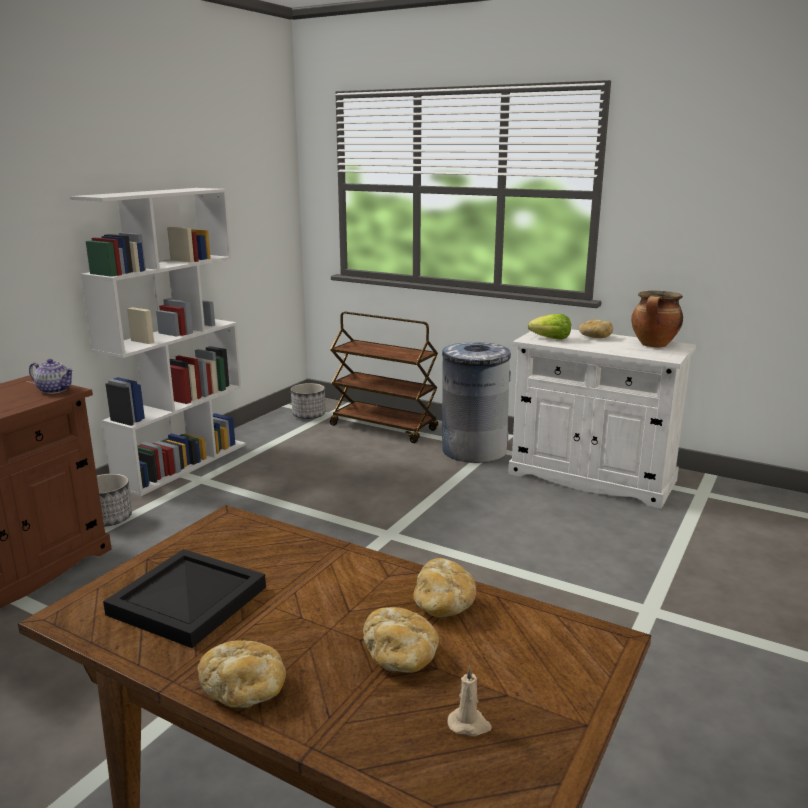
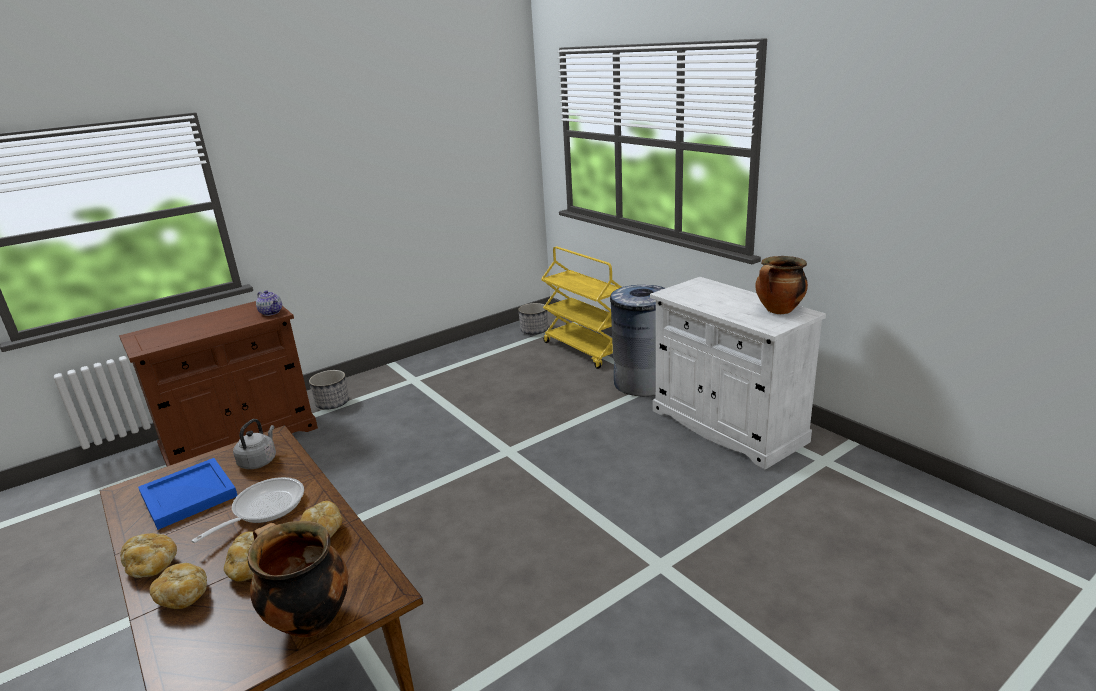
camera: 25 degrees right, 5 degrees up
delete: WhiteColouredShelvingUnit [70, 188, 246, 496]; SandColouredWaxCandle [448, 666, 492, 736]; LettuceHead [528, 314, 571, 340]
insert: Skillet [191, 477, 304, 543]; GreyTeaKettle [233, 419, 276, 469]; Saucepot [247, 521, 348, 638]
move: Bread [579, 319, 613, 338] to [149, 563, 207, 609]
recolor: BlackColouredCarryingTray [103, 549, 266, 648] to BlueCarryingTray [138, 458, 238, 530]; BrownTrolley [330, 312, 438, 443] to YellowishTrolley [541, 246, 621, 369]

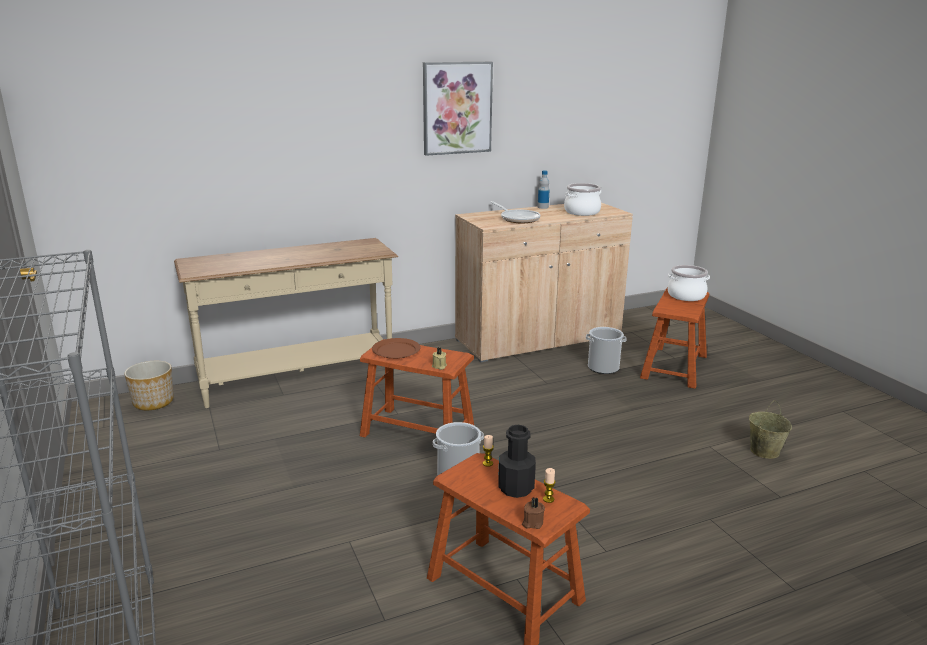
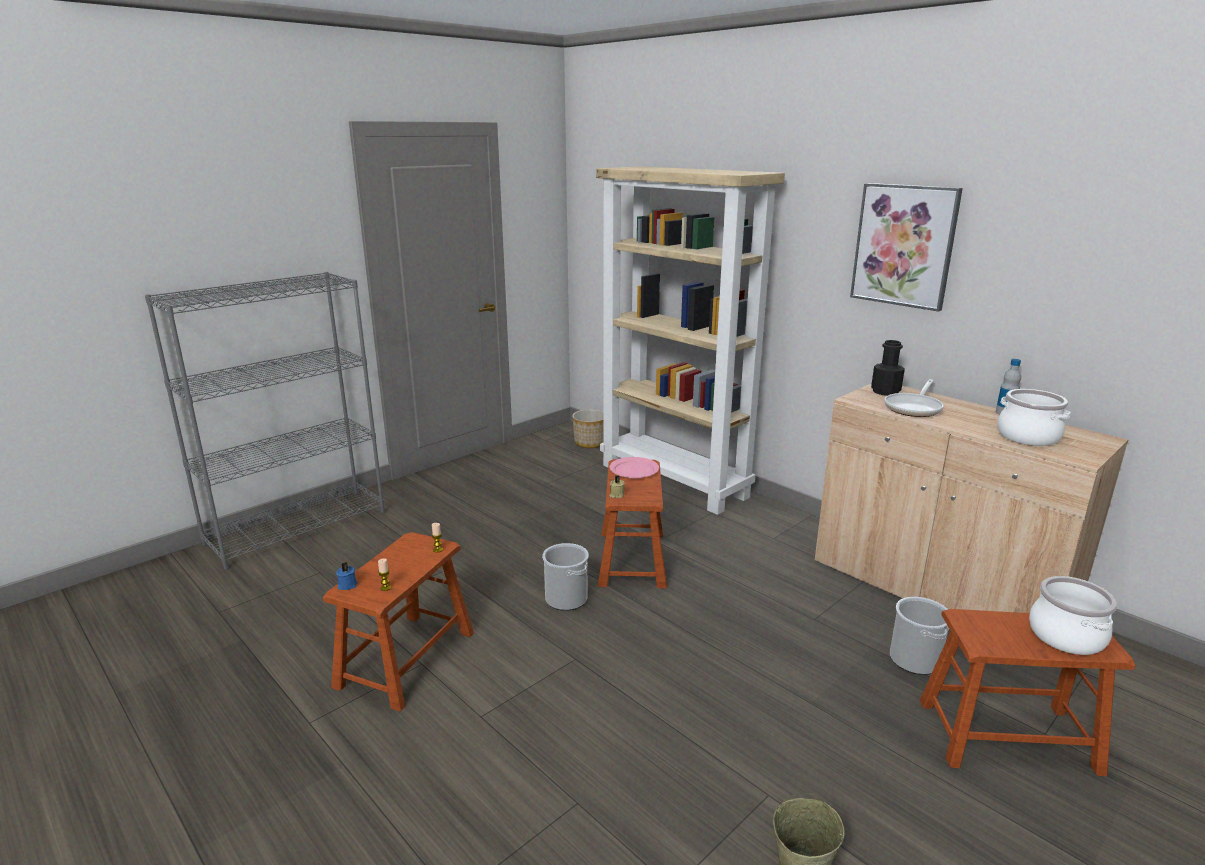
camera: 70 degrees right, 0 degrees up
move: BlackColouredBeverageBottle [498, 425, 536, 498] to [871, 340, 905, 396]
replace: SandColouredHallTable [174, 238, 398, 408] to SandColouredShelvingUnit [596, 166, 785, 515]
recolor: BrownWaxCandle [522, 497, 545, 529] to BlueWaxCandle [336, 562, 358, 590]; BrownDinnerPlate [372, 338, 421, 359] to PinkColouredDinnerPlate [609, 457, 659, 479]

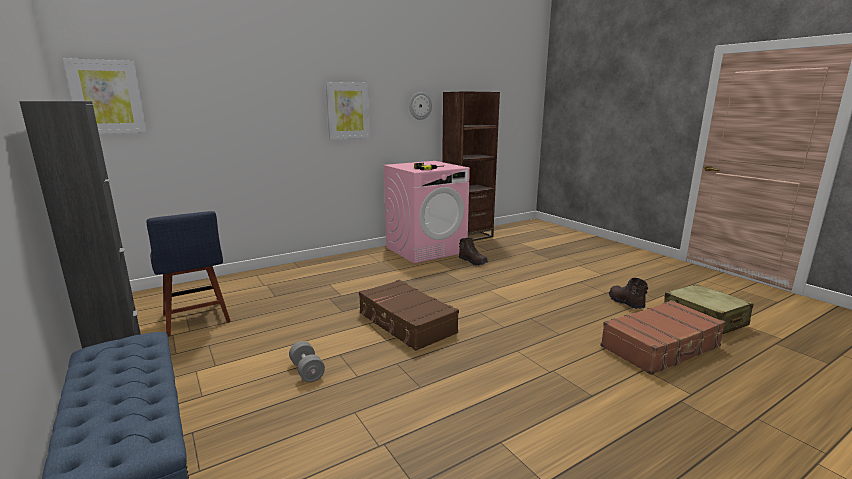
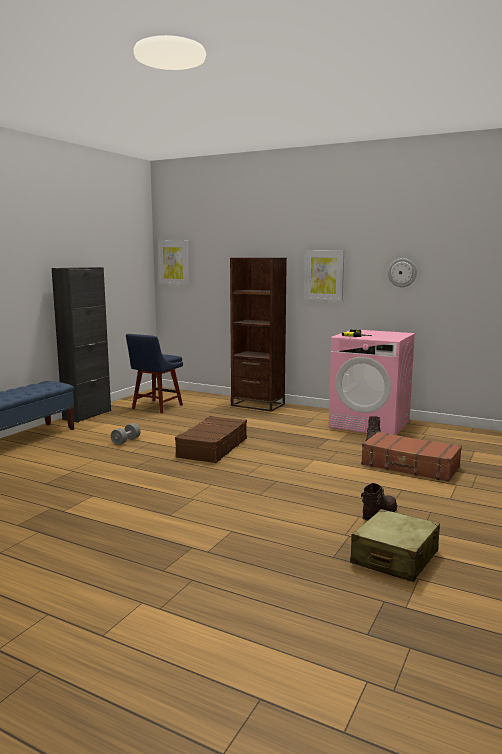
camera: 60 degrees right, 5 degrees down
move: BrownShelvingUnit [442, 91, 500, 241] to [230, 258, 287, 412]; BrownTravelCase [600, 300, 726, 375] to [361, 431, 462, 482]

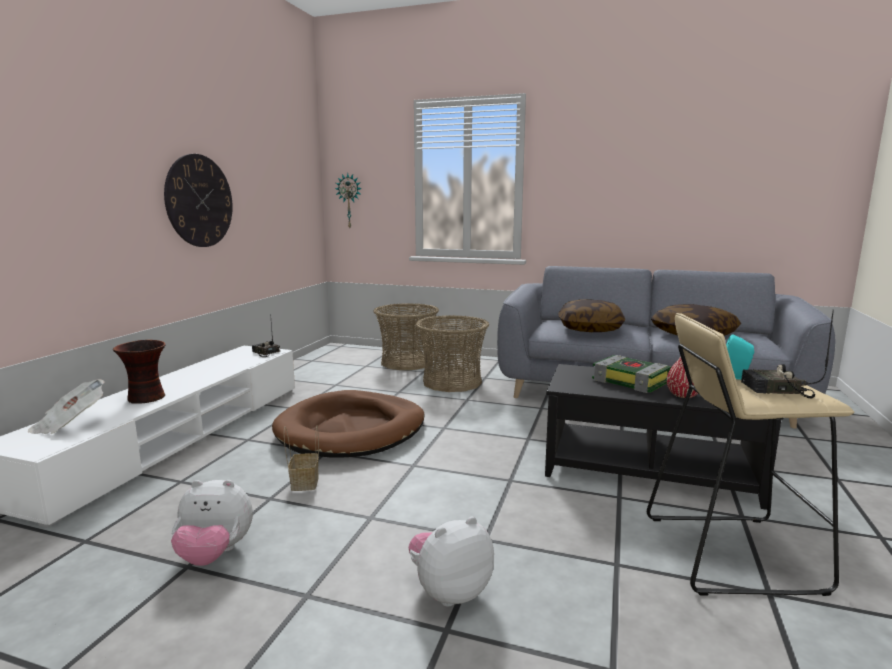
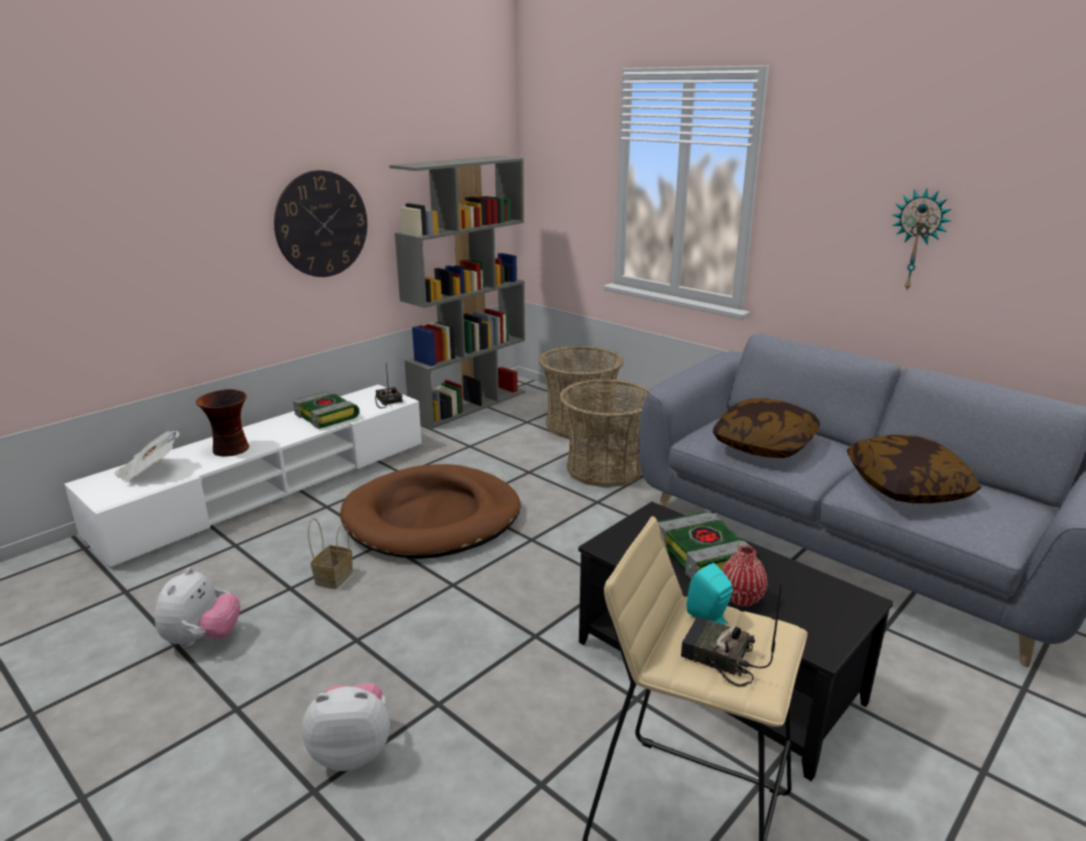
camera: 25 degrees right, 10 degrees up
insert: Book [293, 391, 360, 429]; GreyShelvingUnit [389, 156, 526, 429]
move: ClockOnTheWall [335, 173, 362, 228] to [892, 189, 952, 292]
rotate: PlushToy [171, 480, 253, 566] = [154, 567, 240, 647] 105 degrees counterclockwise

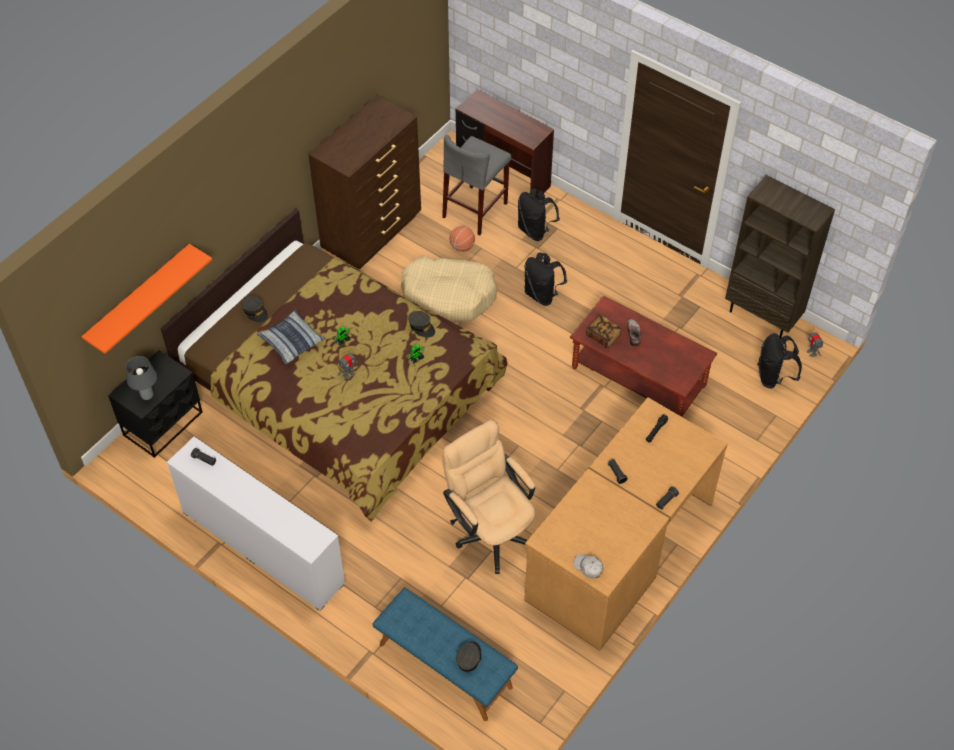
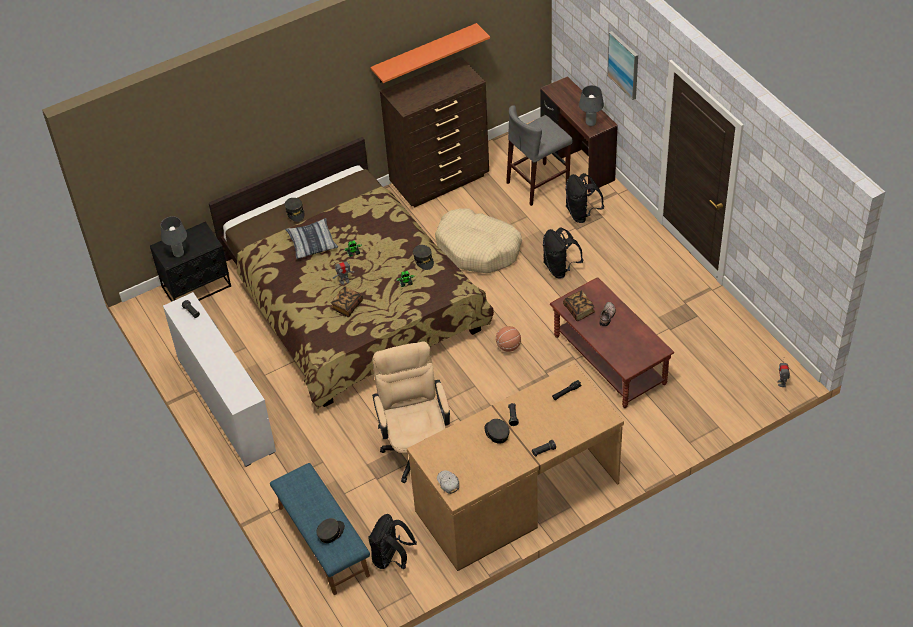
camera: 25 degrees right, 5 degrees down
delete: BrownShelvingUnit [725, 175, 835, 338]
insert: Book [331, 286, 363, 317]; GreyBaseballCap [485, 419, 510, 444]; GreyTabletopLamp [579, 85, 604, 126]; WallArt [607, 31, 638, 100]
move: BlackColouredKnapsack [757, 333, 802, 389] to [368, 514, 417, 569]; OrangeyWallShelf [81, 244, 212, 354] to [370, 23, 490, 83]; BallForBasketball [450, 226, 475, 252] to [496, 326, 521, 352]

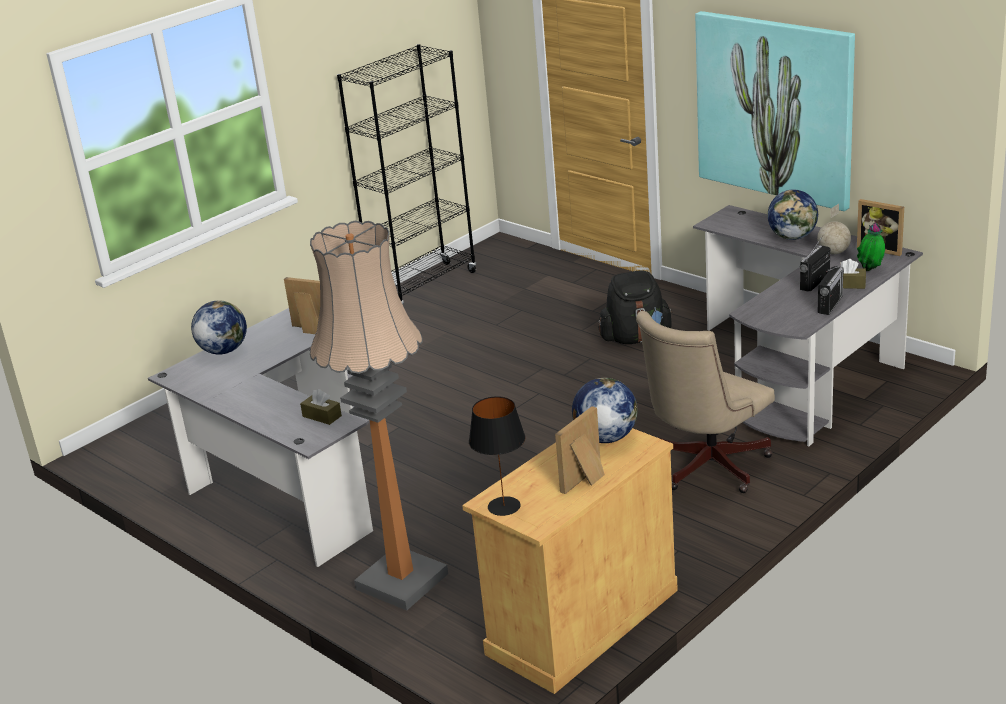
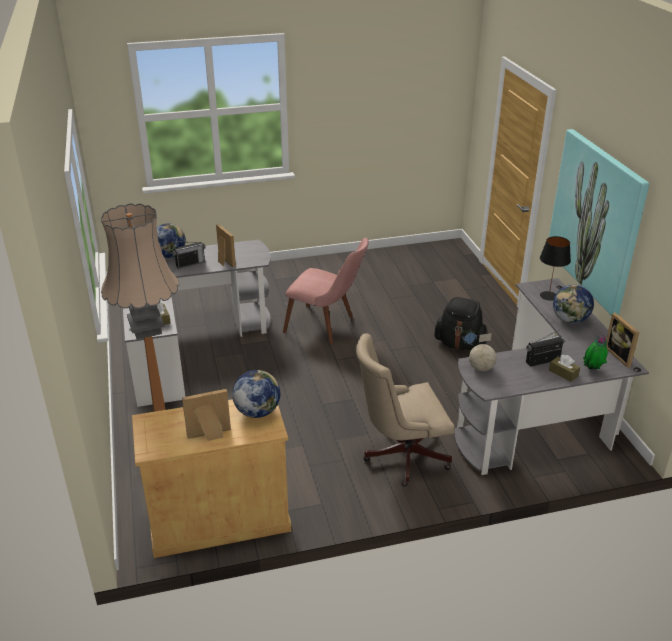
camera: 30 degrees right, 5 degrees up
delete: BlackColouredShelvingUnit [337, 44, 476, 304]
insert: PinkColouredUprightChair [283, 238, 369, 344]
move: Radio [818, 266, 844, 315] to [172, 241, 206, 269]; Globe [817, 204, 851, 254] to [469, 333, 497, 372]; BlackColouredTabletopLamp [469, 396, 525, 516] to [540, 236, 571, 301]

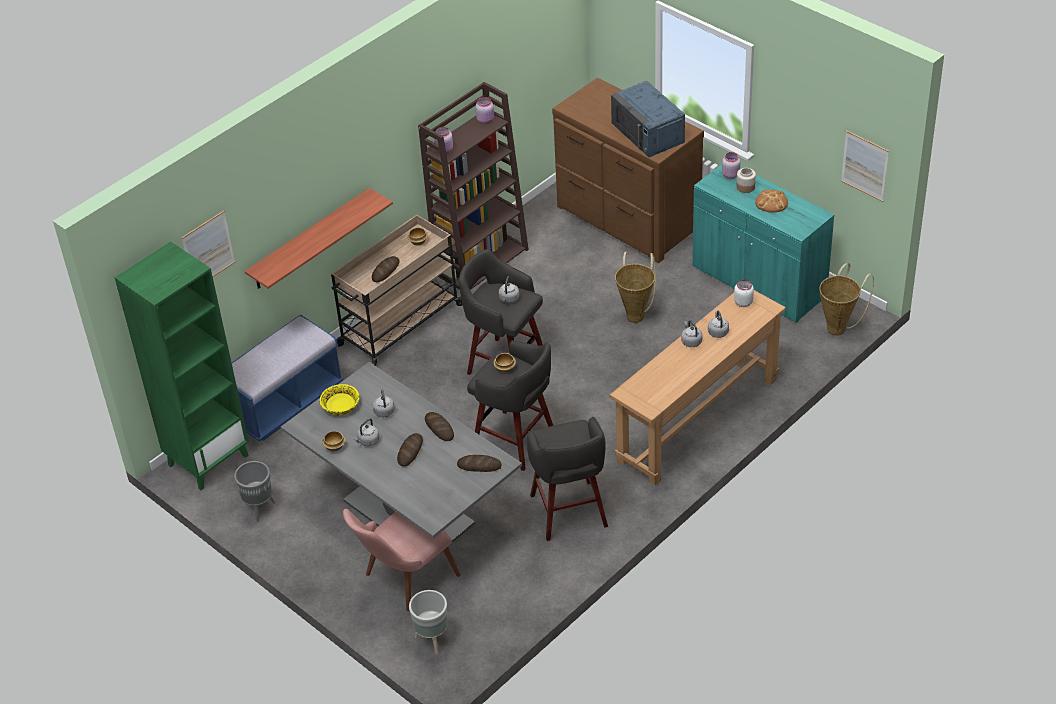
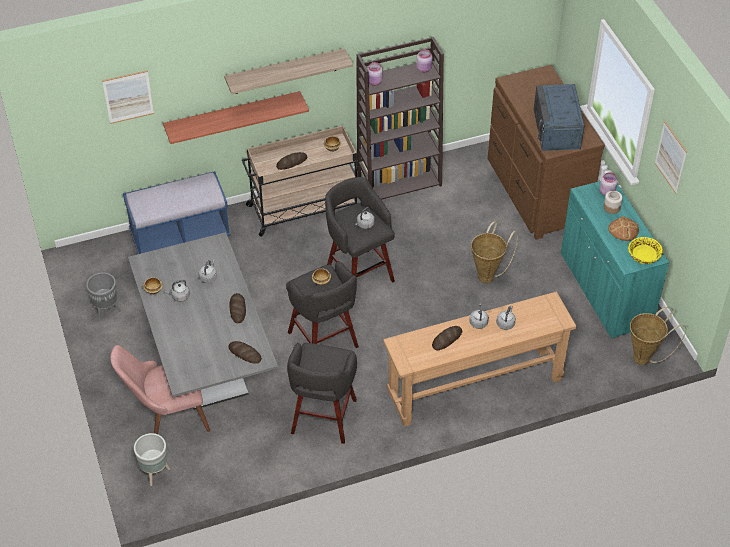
camera: 25 degrees right, 5 degrees up
delete: GreenColouredShelvingUnit [115, 242, 249, 490]; WhiteColouredPreserveJar [734, 279, 754, 307]
insert: WallShelf [224, 48, 353, 94]
move: Bread [397, 433, 423, 467] to [432, 326, 462, 350]; YellowishServingBowl [320, 384, 360, 416] to [628, 237, 663, 264]; WallArt [841, 130, 889, 202] to [655, 121, 687, 194]

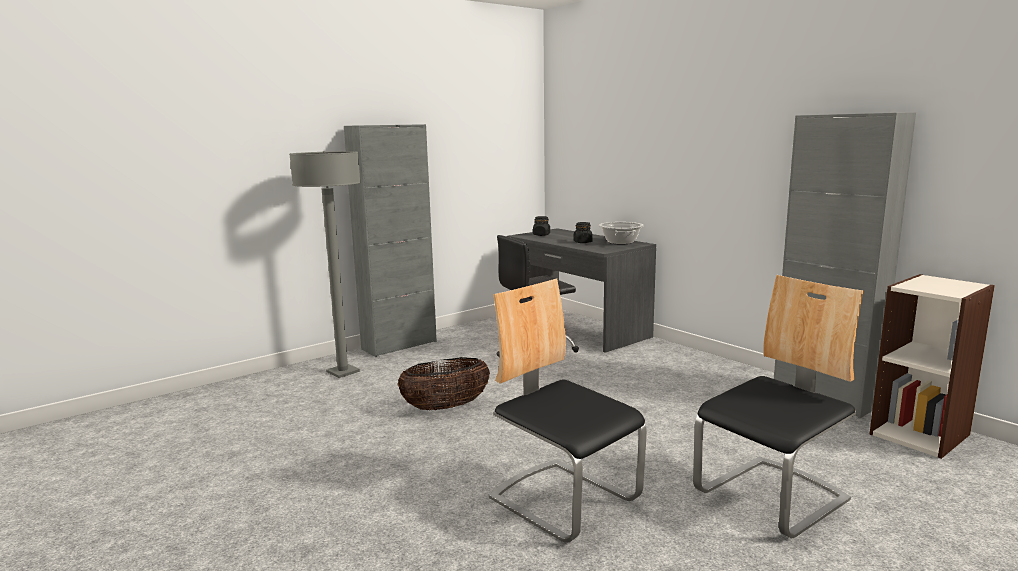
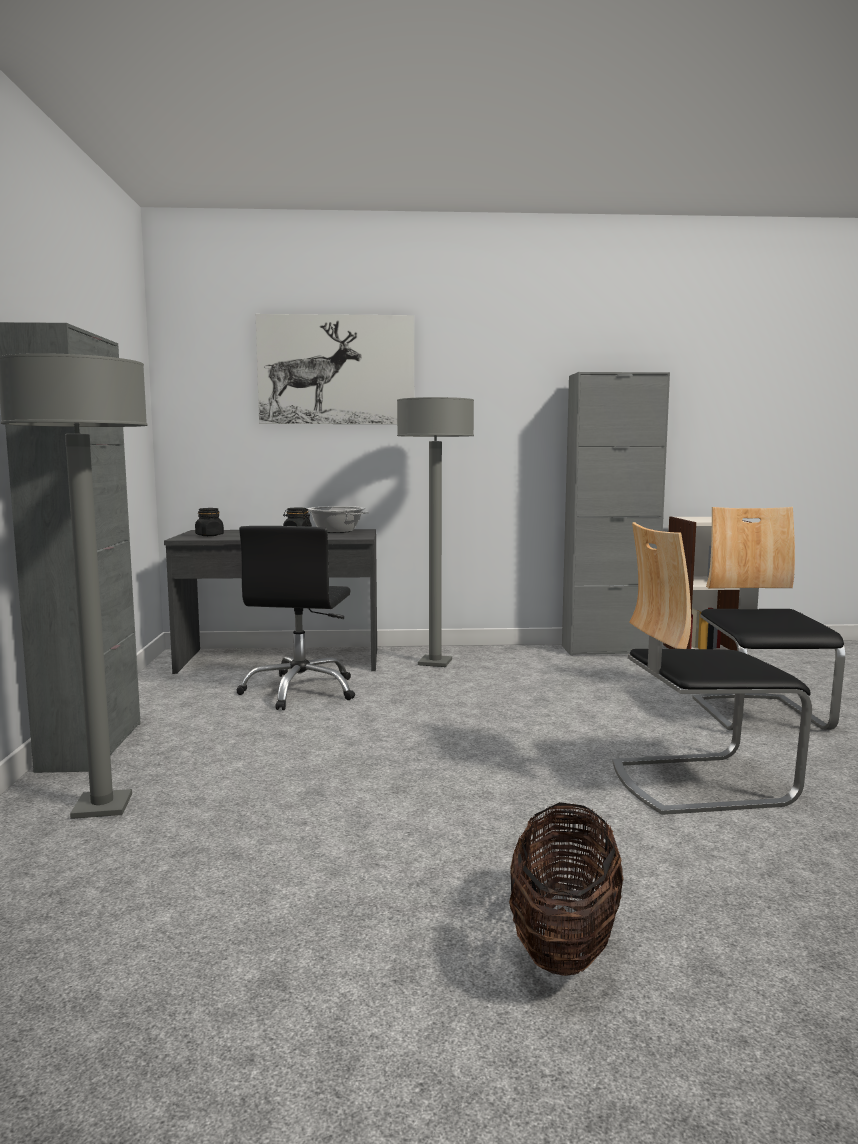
camera: 55 degrees left, 5 degrees down
insert: WallArt [256, 314, 414, 424]; GreyStandardLamp [397, 397, 474, 667]
move: Basket [397, 357, 490, 410] to [509, 802, 624, 976]

